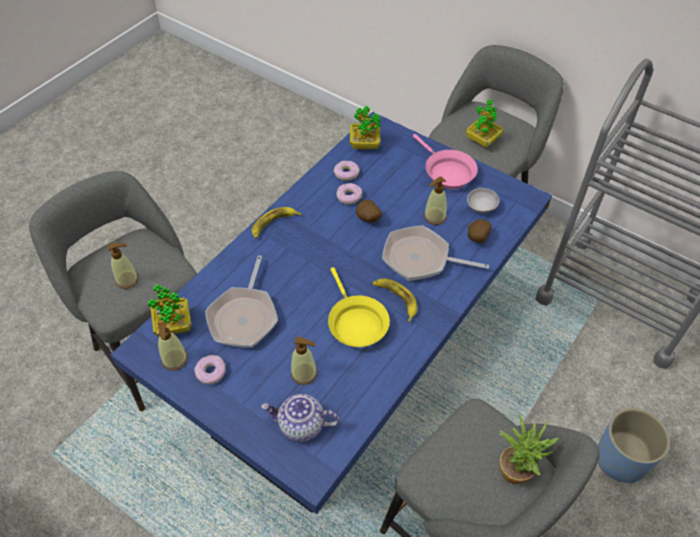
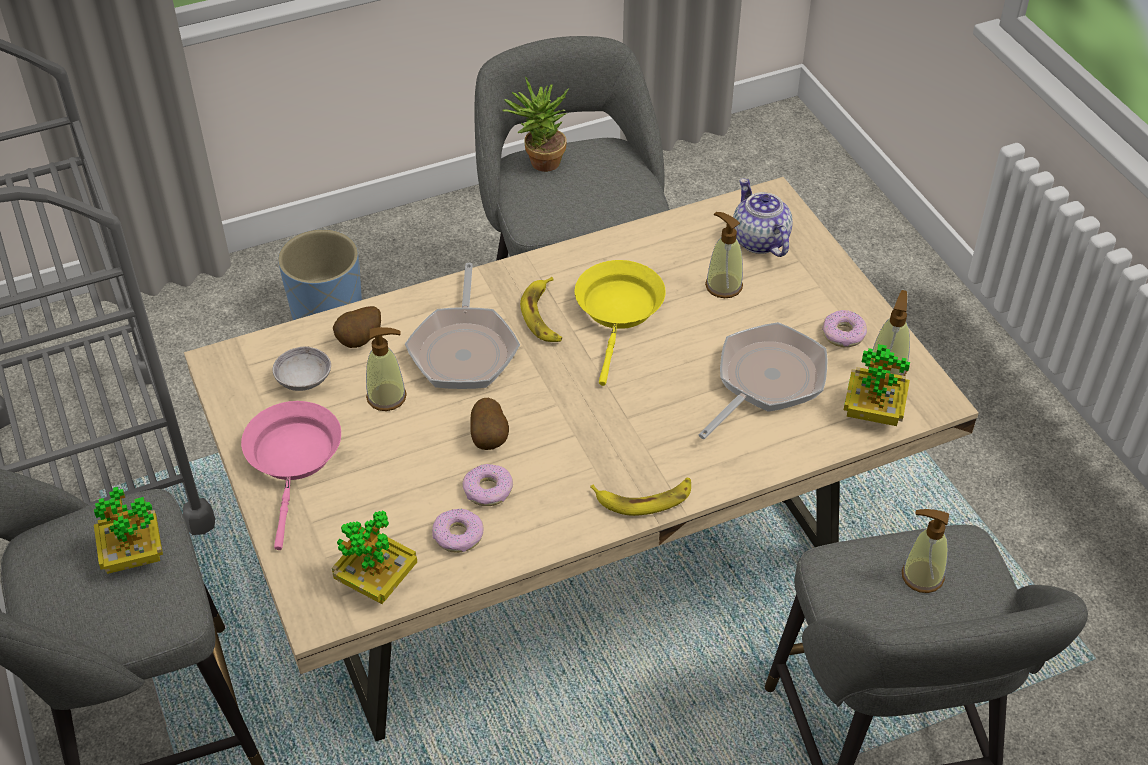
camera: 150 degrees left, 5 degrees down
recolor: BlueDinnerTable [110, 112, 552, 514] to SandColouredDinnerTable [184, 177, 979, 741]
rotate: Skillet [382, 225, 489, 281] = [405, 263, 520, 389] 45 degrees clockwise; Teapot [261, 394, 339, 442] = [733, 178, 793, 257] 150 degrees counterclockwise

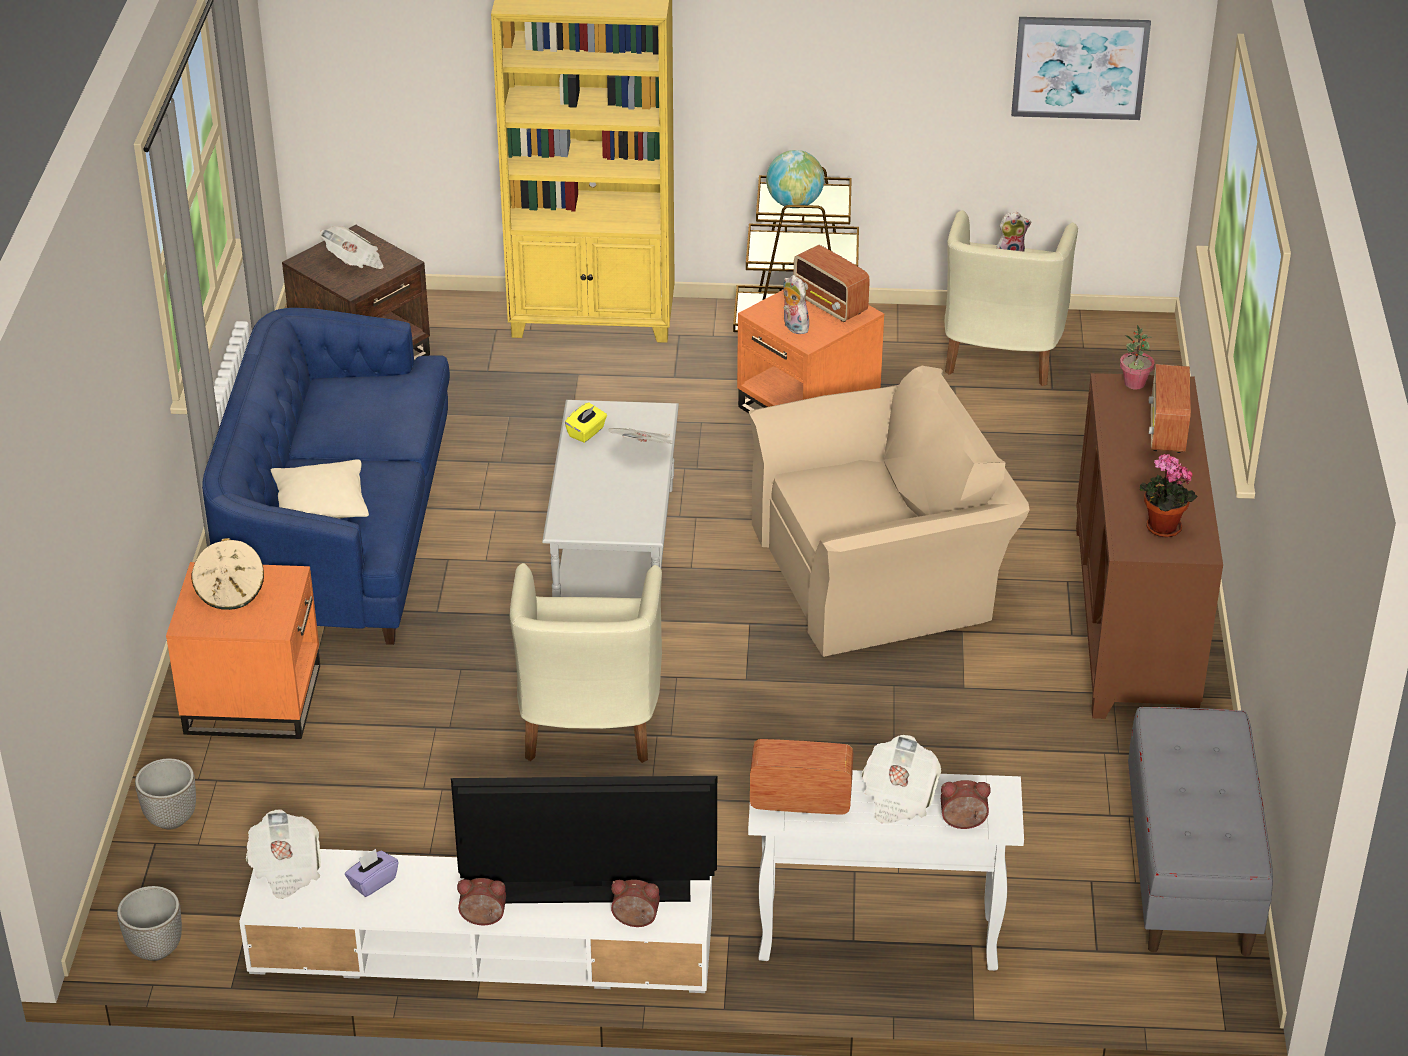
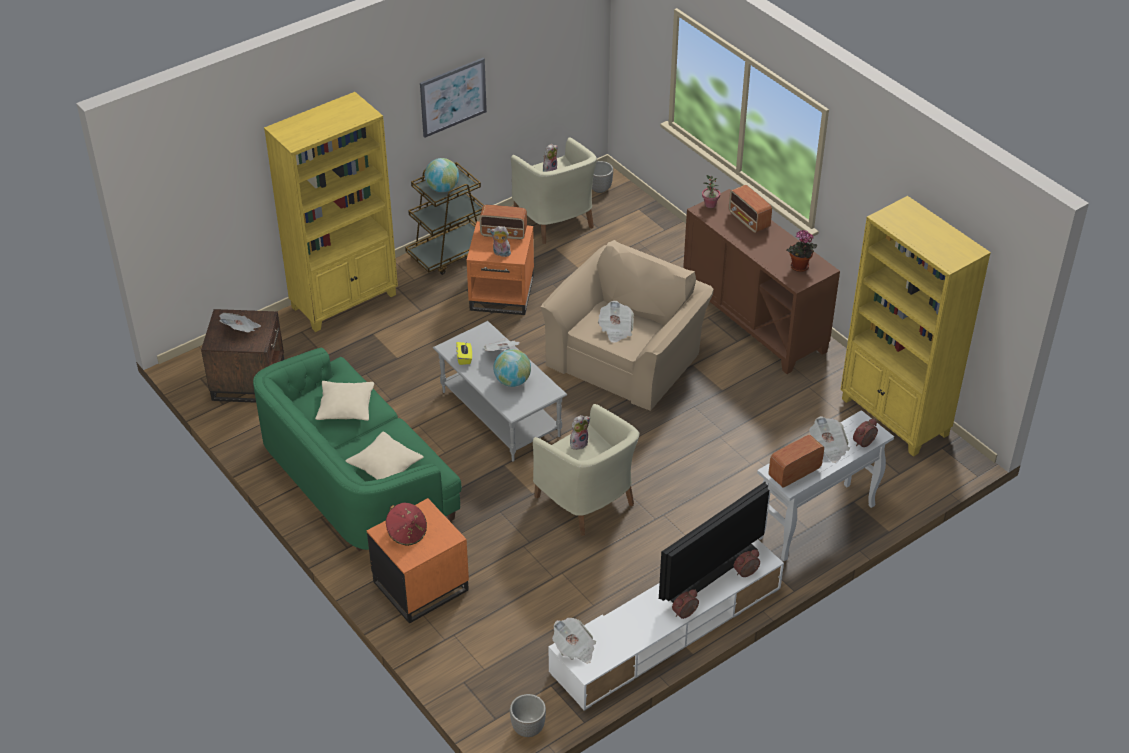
camera: 40 degrees left, 5 degrees up
delete: PurpleColouredBoxOfTissues [345, 849, 399, 897]
insert: SandColouredCushion [315, 381, 374, 421]; Globe [493, 349, 531, 387]; PlushToy [570, 415, 590, 450]; DailyPaper [598, 301, 634, 343]
move: WallArt [1011, 17, 1151, 120] to [420, 58, 487, 138]; FlowerPot [135, 758, 196, 829] to [592, 161, 613, 193]
replace: GreyLongSeat [1128, 707, 1273, 956] to YellowishShelvingUnit [841, 196, 991, 457]
recolor: BlueSofa [202, 308, 450, 645] to GreenColouredSofa [253, 348, 462, 551]; SandColouredHat [191, 538, 264, 610] to ReddishHat [386, 503, 427, 546]

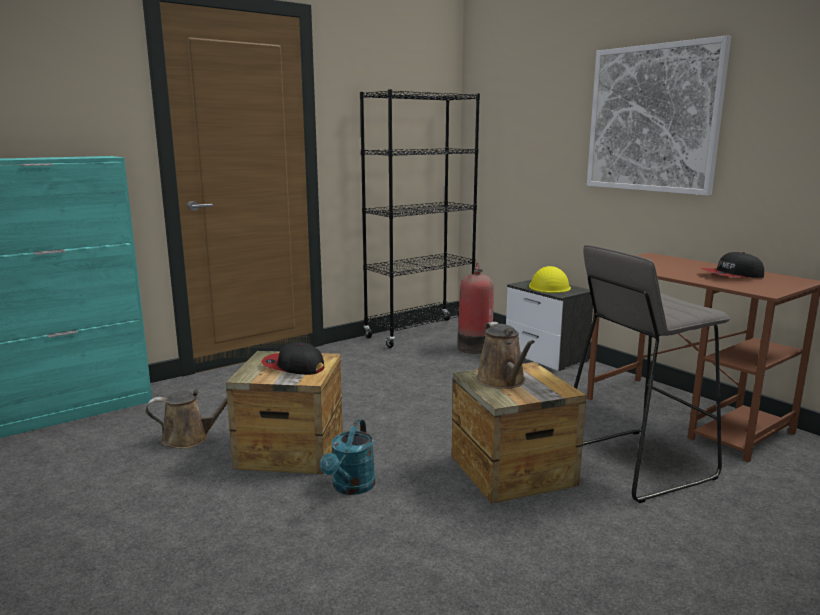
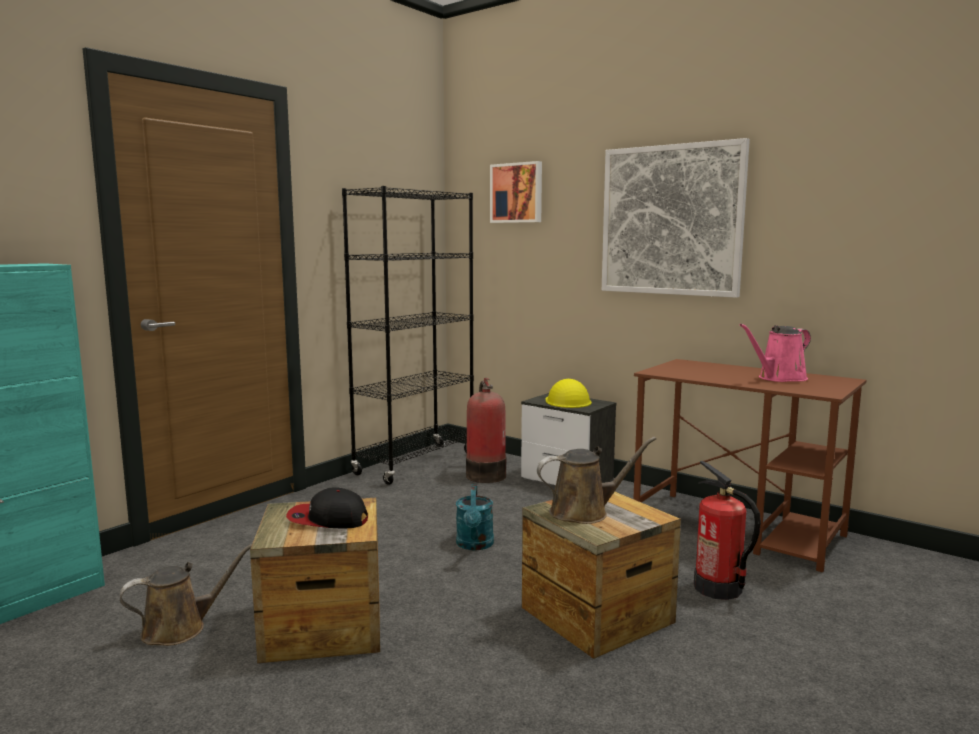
camera: 15 degrees left, 5 degrees down
insert: WallArt [490, 161, 542, 223]
move: BlueGreenWateringPot [320, 419, 375, 495] to [456, 485, 494, 550]
replace: GreySittingStool [574, 245, 730, 503] to Extinguisher [694, 461, 761, 600]; BaseballCap [701, 252, 764, 278] to PinkColouredWateringPot [740, 324, 811, 382]
rotate: BrownWateringPot [476, 322, 535, 389] = [537, 437, 656, 524] 75 degrees counterclockwise

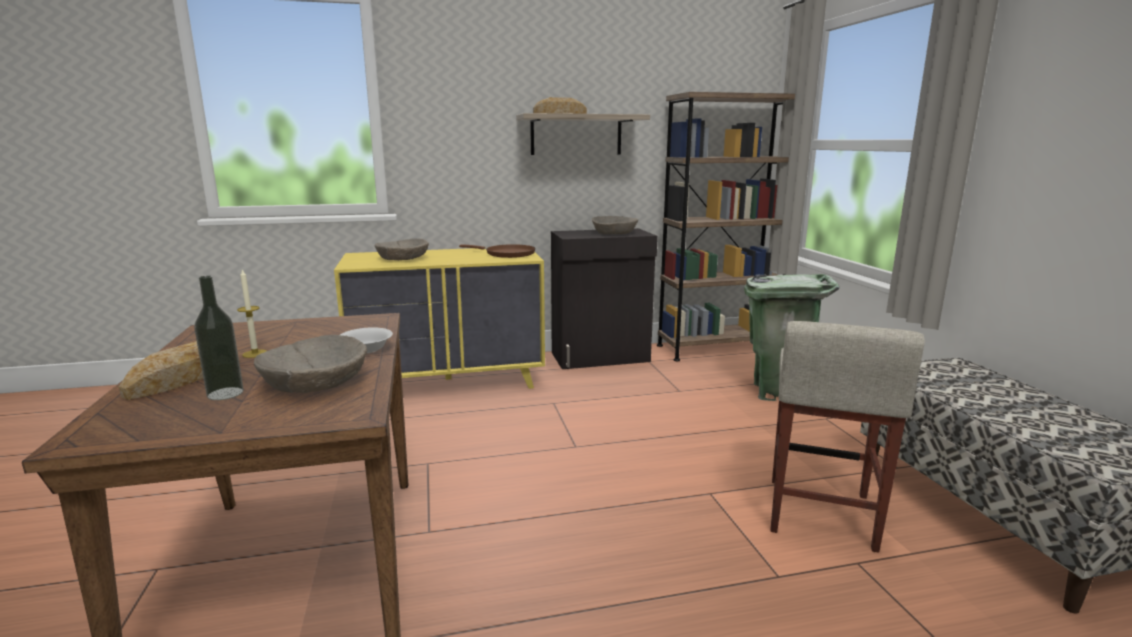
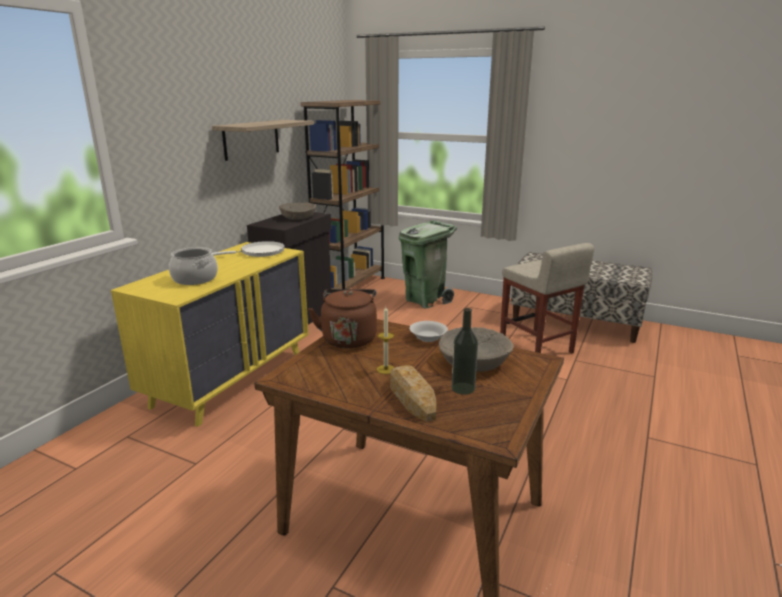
camera: 50 degrees left, 5 degrees up
delete: Bread [533, 97, 587, 114]
insert: BrownTeaKettle [308, 289, 377, 348]
replace: SandColouredServingBowl [375, 238, 429, 260] to Saucepot [169, 247, 218, 285]
recolor: BrownSkillet [459, 244, 536, 258] to WhiteColouredSkillet [212, 241, 285, 257]

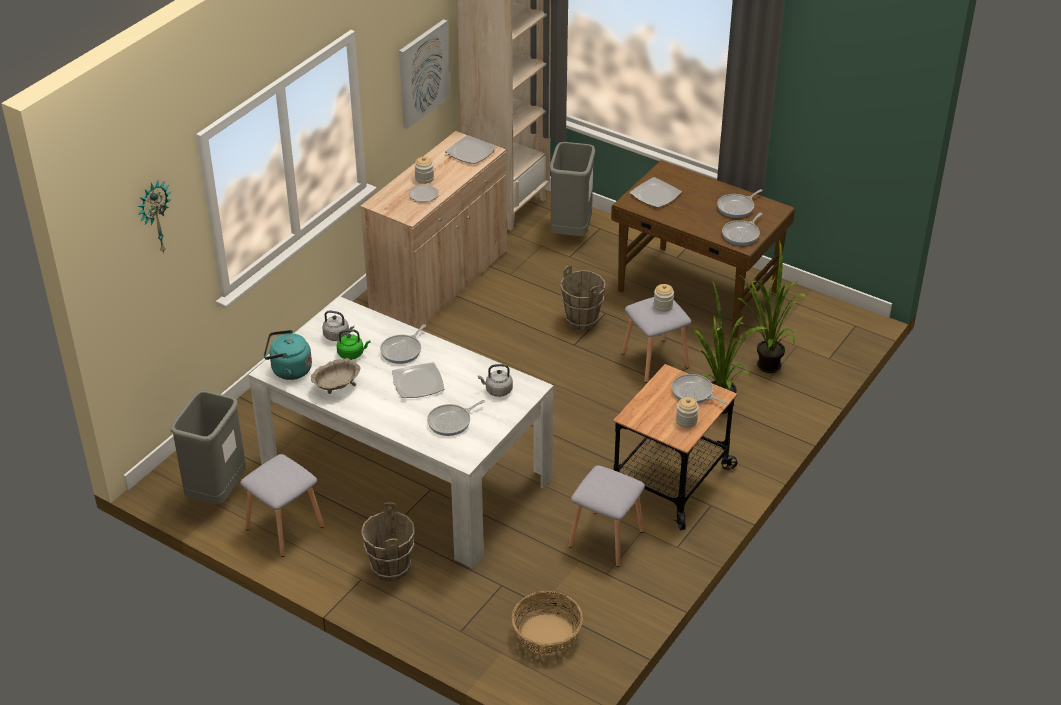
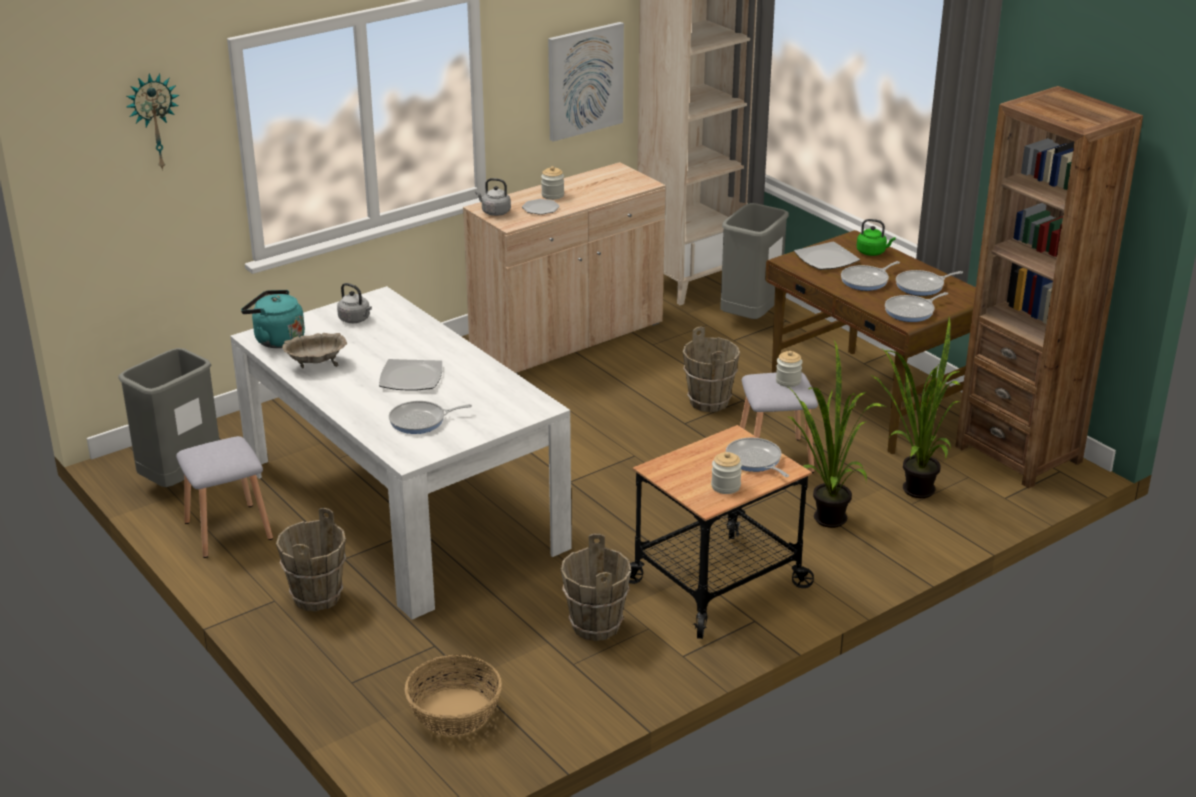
camera: 20 degrees right, 10 degrees down
delete: DinnerPlate [445, 135, 497, 164]
insert: BrownShelvingUnit [955, 86, 1143, 488]
move: GreyTeaKettle [478, 364, 513, 397] to [475, 178, 511, 216]; Skillet [380, 324, 426, 364] to [841, 261, 900, 291]; GreenColouredTeaKettle [337, 329, 370, 360] to [857, 219, 896, 256]
replace: GreySittingStool [568, 465, 645, 567] to BrownWaterBucket [561, 533, 631, 641]

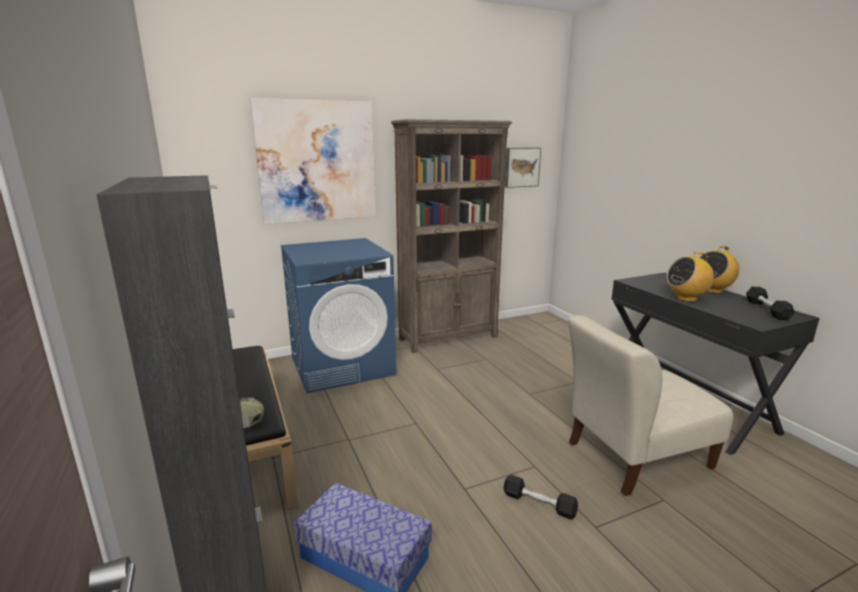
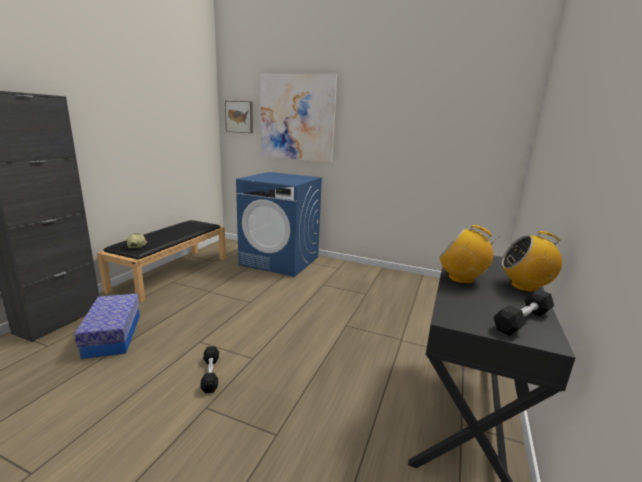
camera: 45 degrees right, 0 degrees up
delete: BrownShelvingUnit [391, 119, 512, 353]; SandColouredUprightChair [568, 315, 733, 496]
move: WallArt [505, 148, 541, 188] to [225, 101, 253, 133]

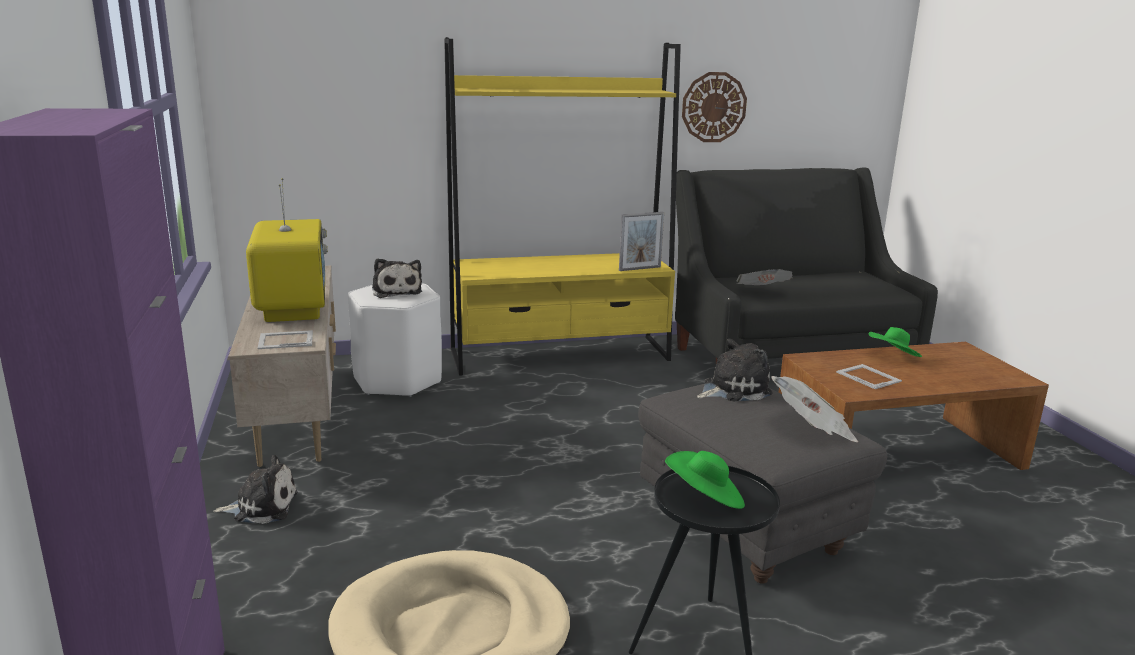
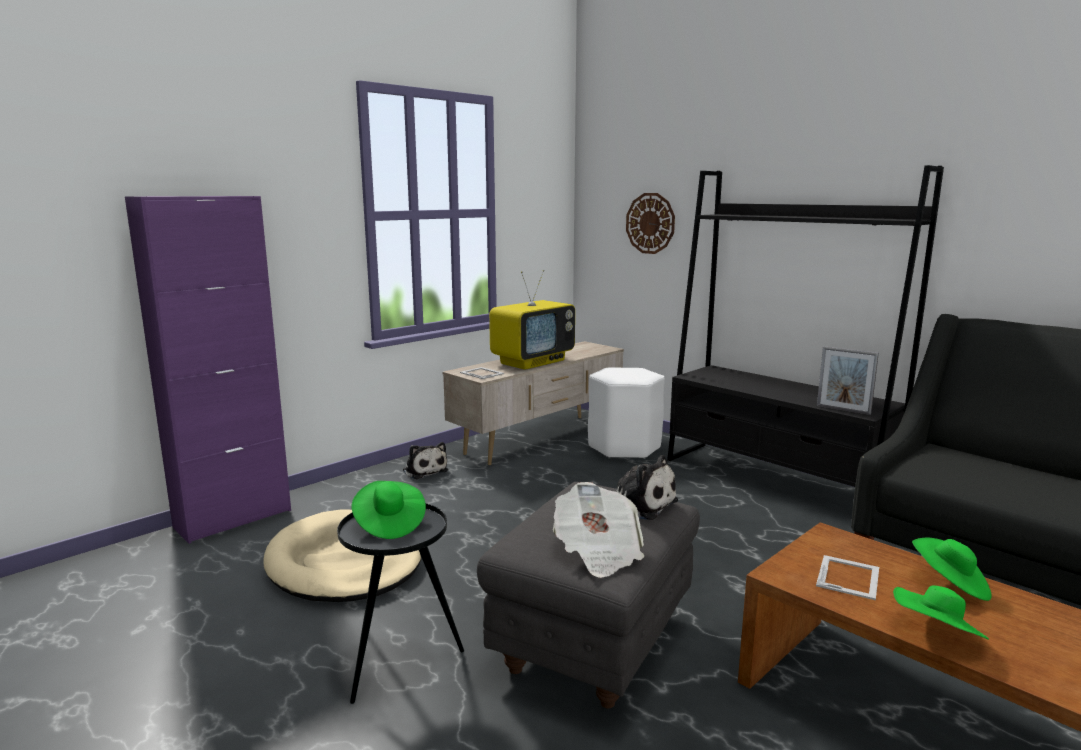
camera: 60 degrees right, 5 degrees down
delete: PlushToy [372, 258, 422, 298]; DailyPaper [736, 269, 793, 285]
insert: GreenColouredHat [893, 585, 989, 640]
move: ClockOnTheWall [682, 72, 747, 142] to [626, 193, 675, 254]
recolor: YellowishShelvingUnit [444, 37, 681, 376] to BlackColouredShelvingUnit [667, 165, 944, 487]

